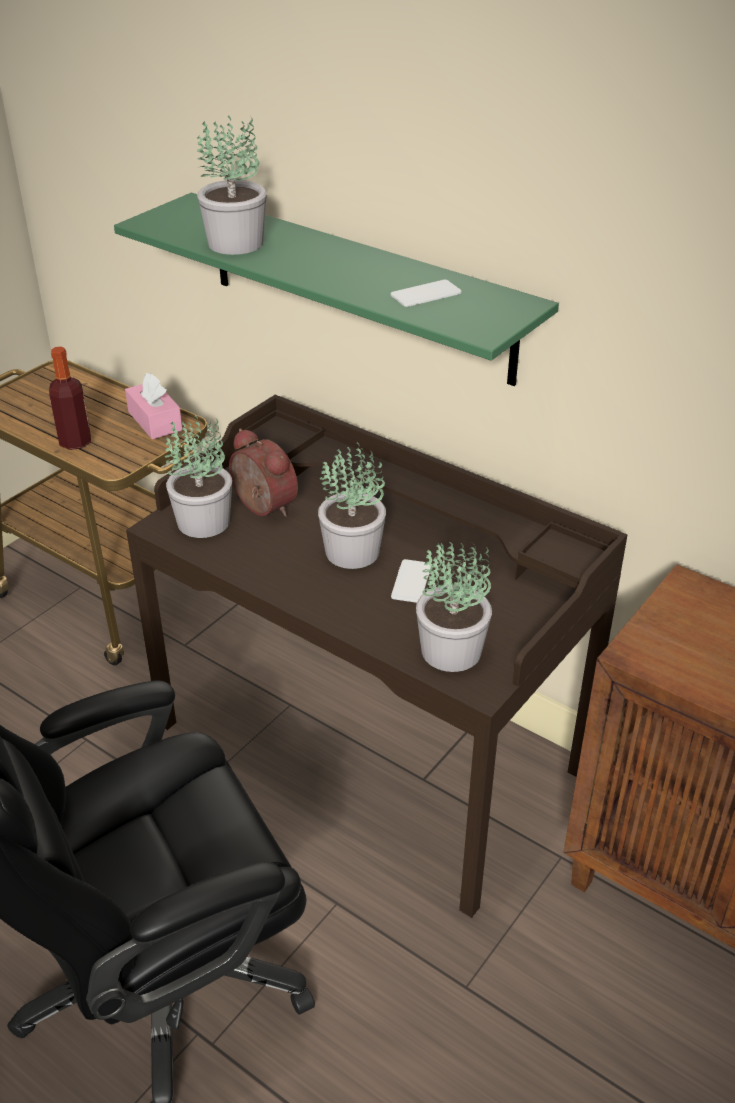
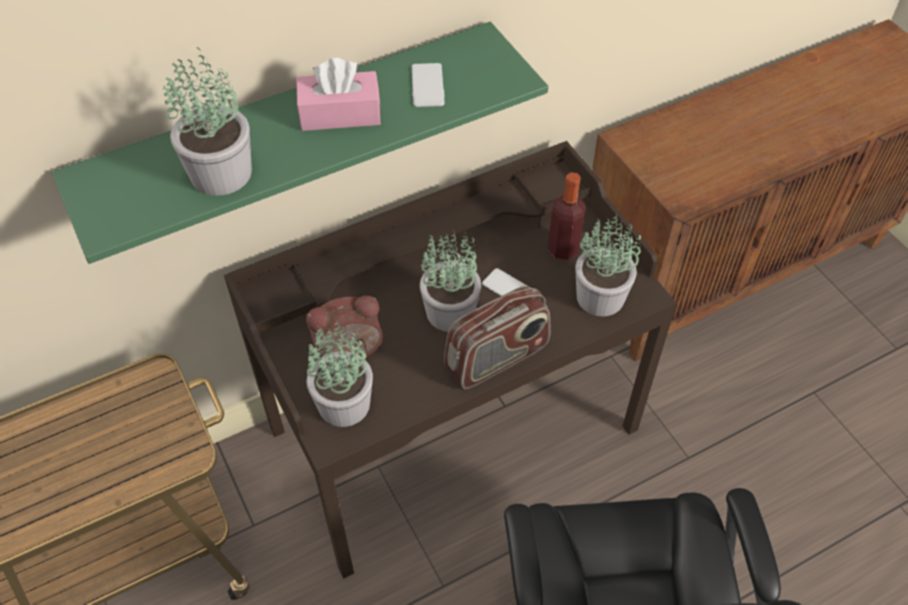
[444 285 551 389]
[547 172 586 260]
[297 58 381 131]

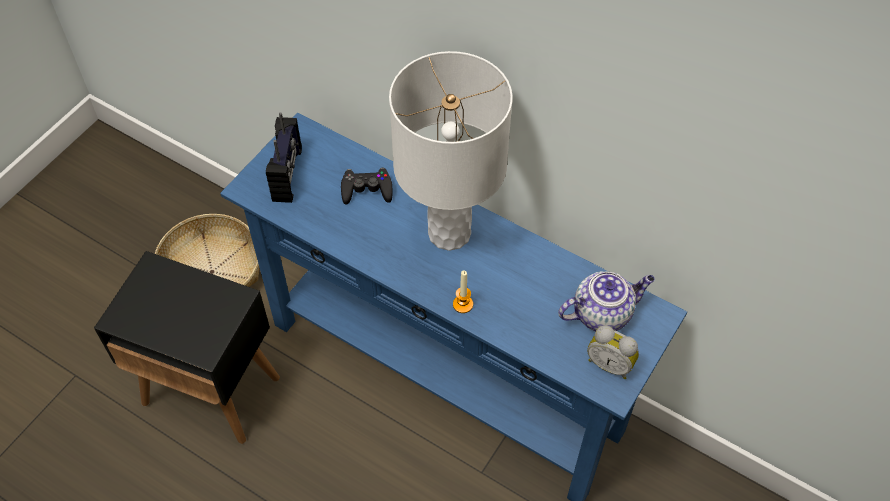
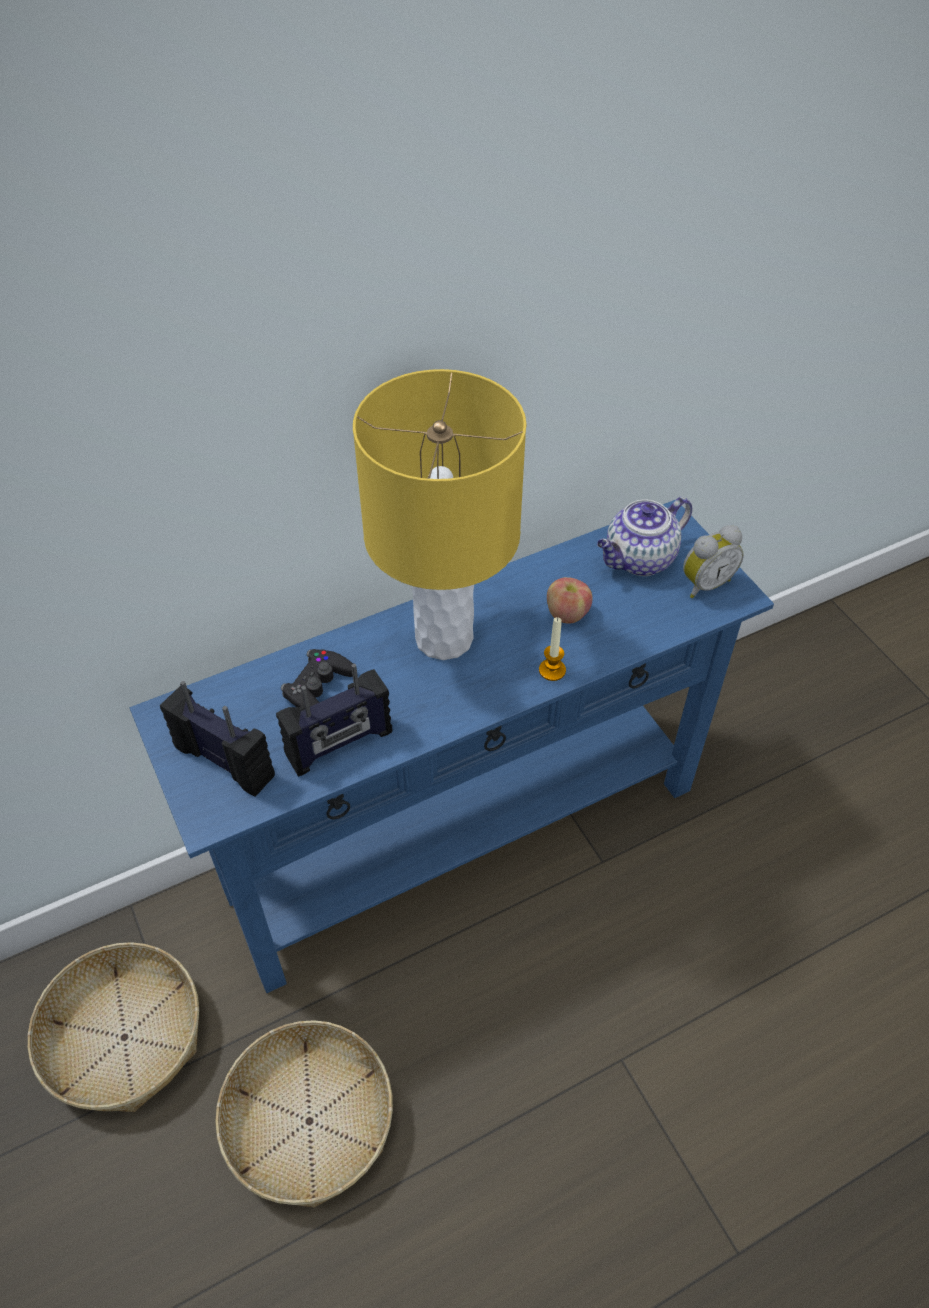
[276 663 392 777]
[547 577 593 624]
[215 1020 393 1208]
[353 369 526 660]
[597 497 692 576]

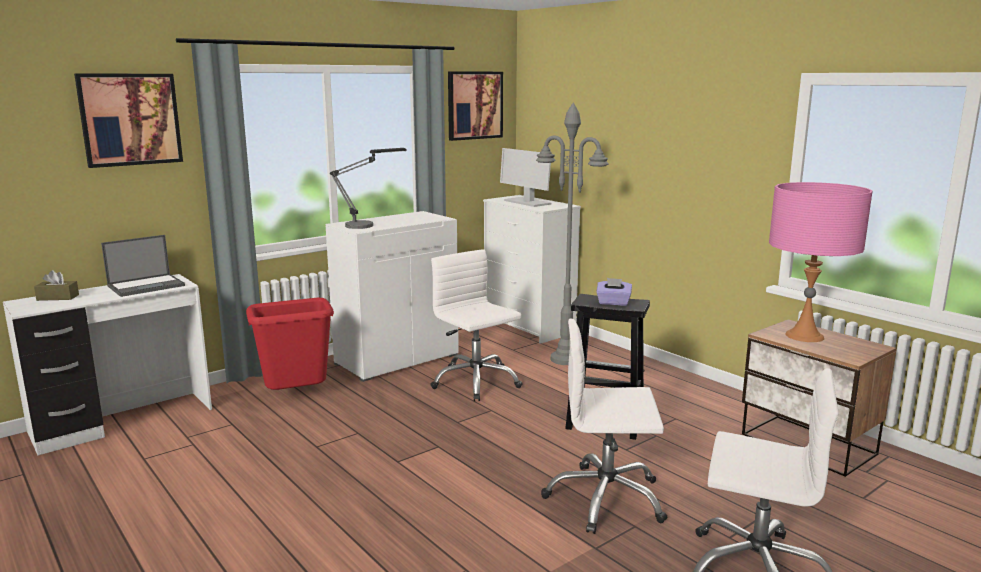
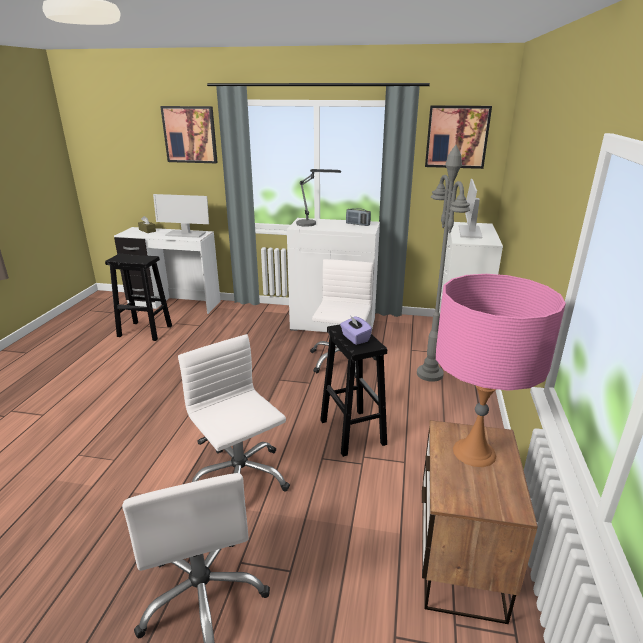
[246 298 334 390] (first image)
[105 253 172 341]
[346 208 371 226]
[153 194 209 238]

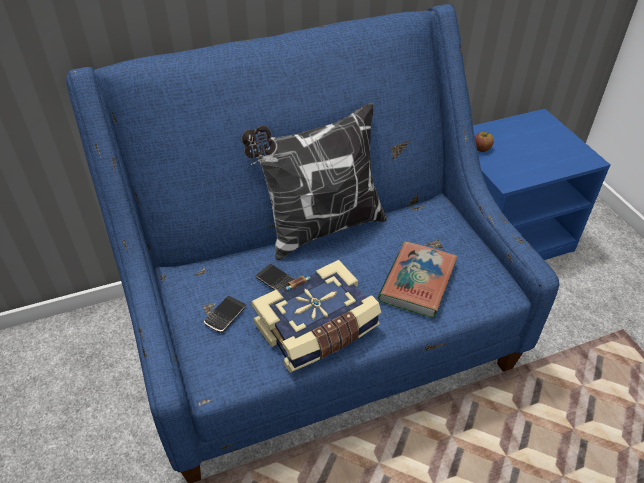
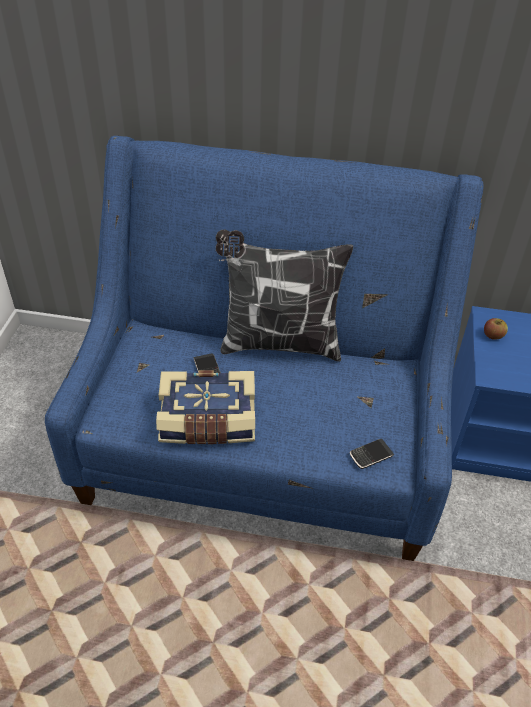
[378 241 458 318] (first image)
[350 439 394 469]

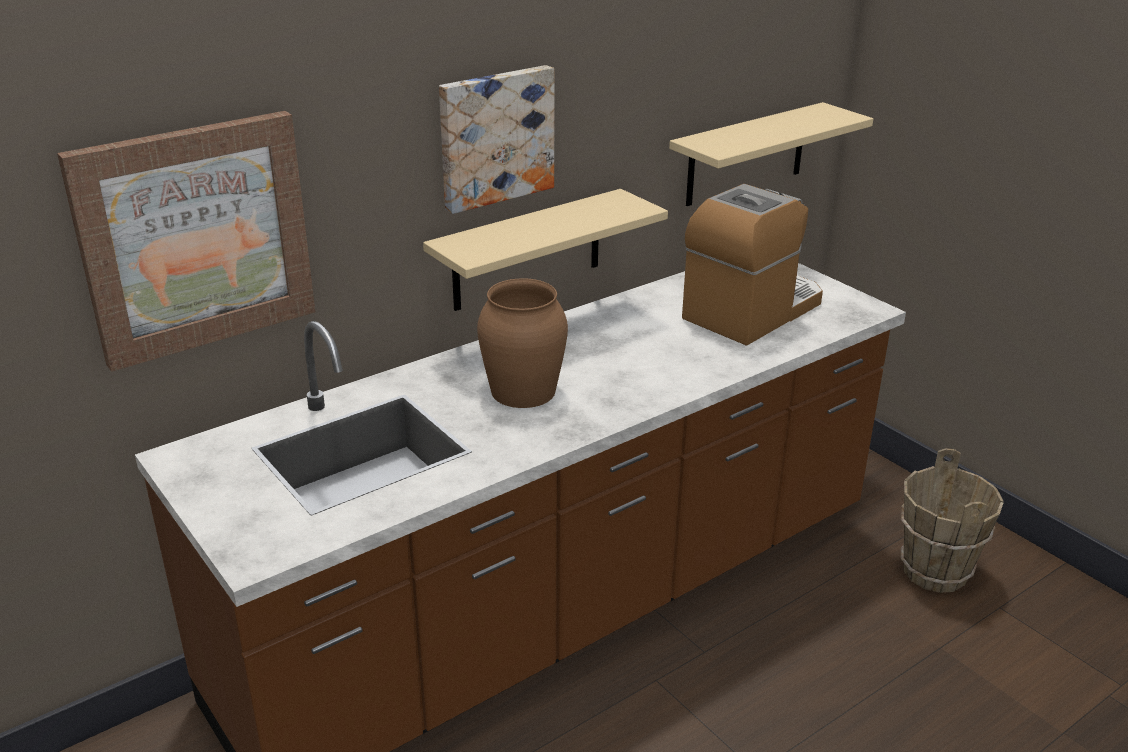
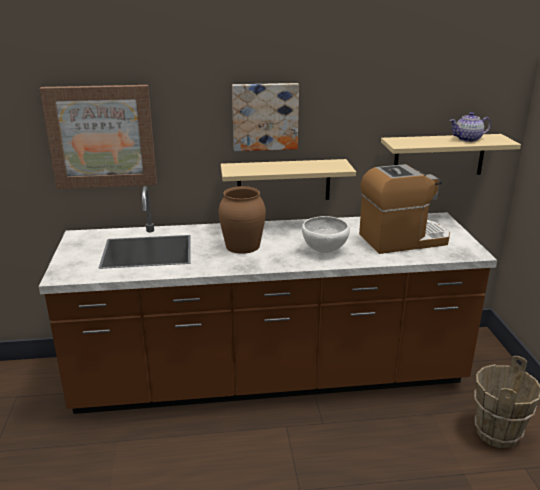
[302 216 350 253]
[449 112 491 142]

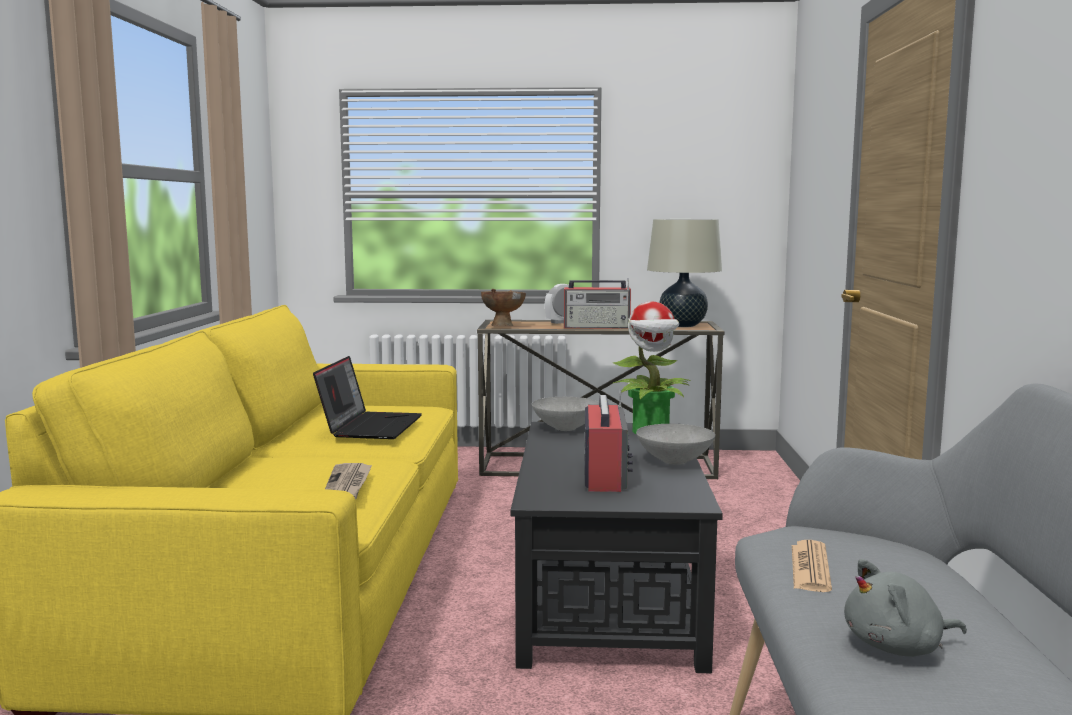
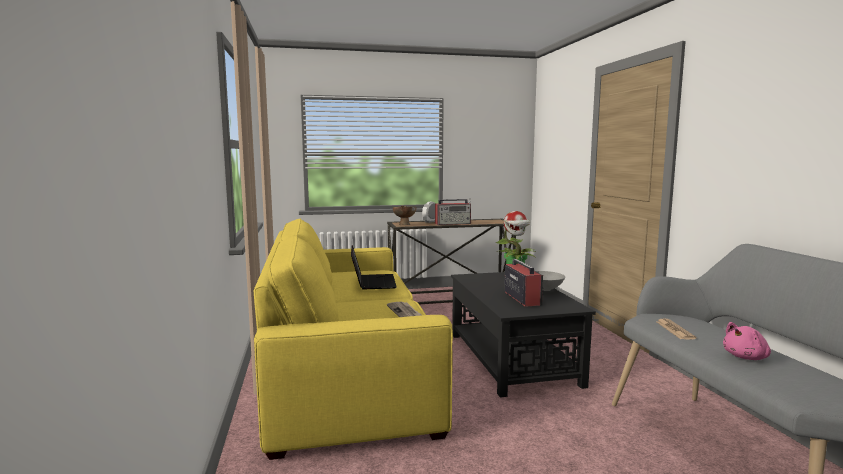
[532 397 599 431] (first image)
[647 219 722 327] (first image)
[723 322 771 360]

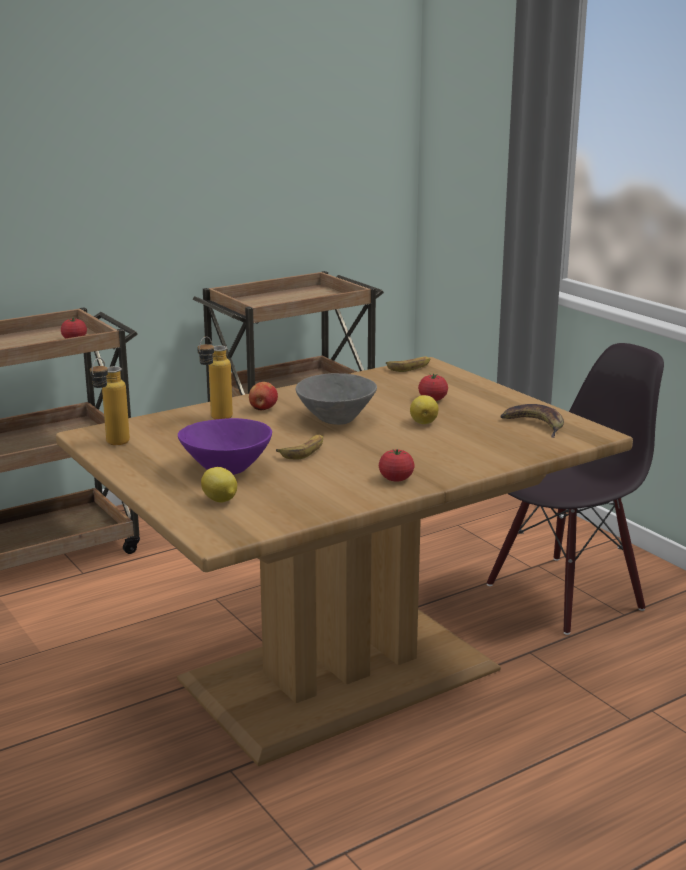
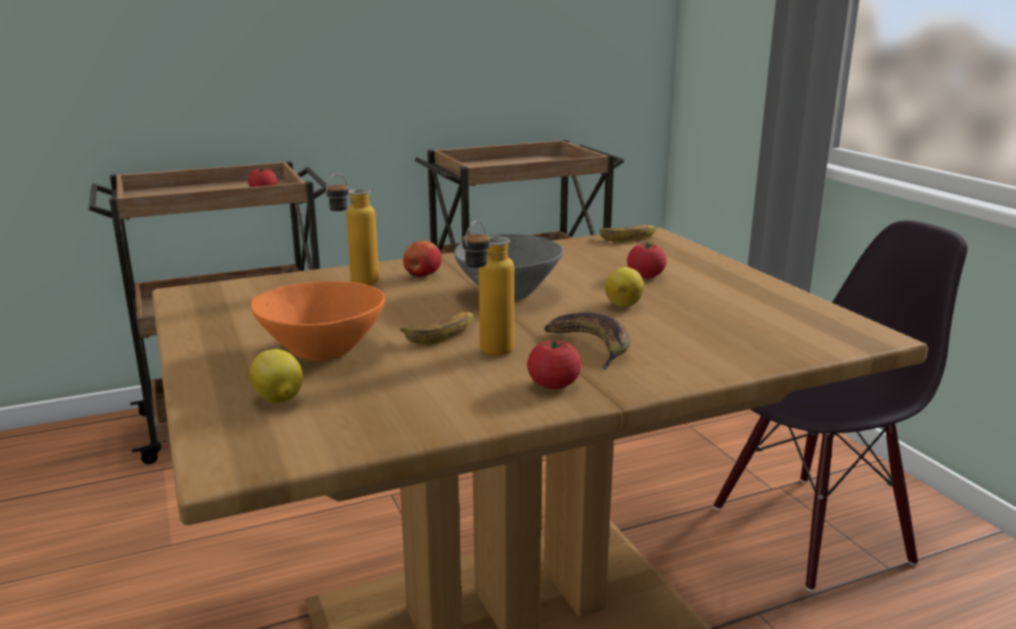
[462 221 514 356]
[544 313 630 369]
[250 281 385 361]

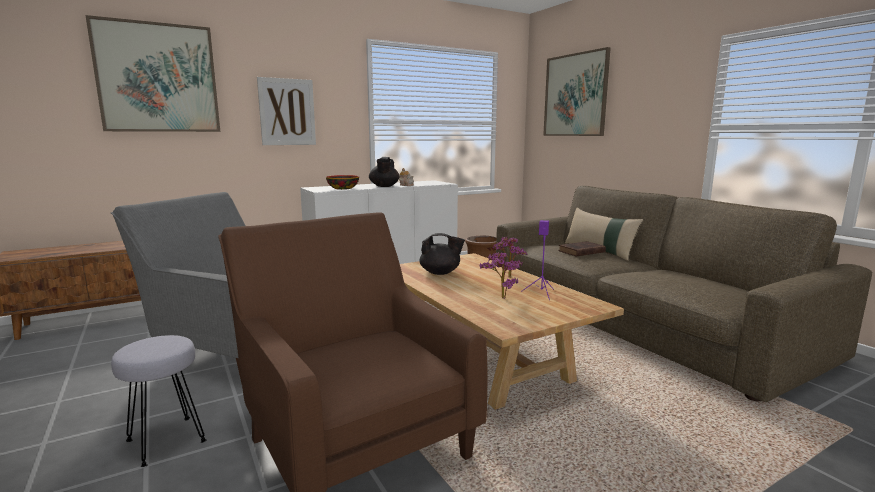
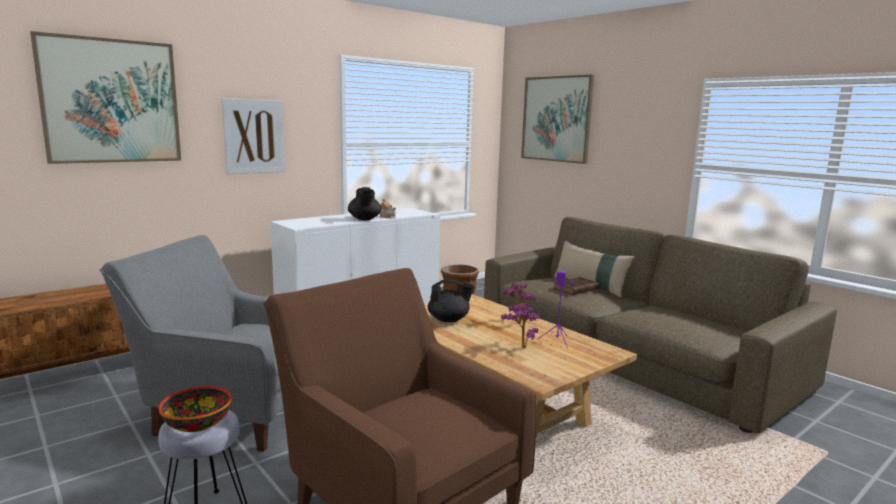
[158 386 232 432]

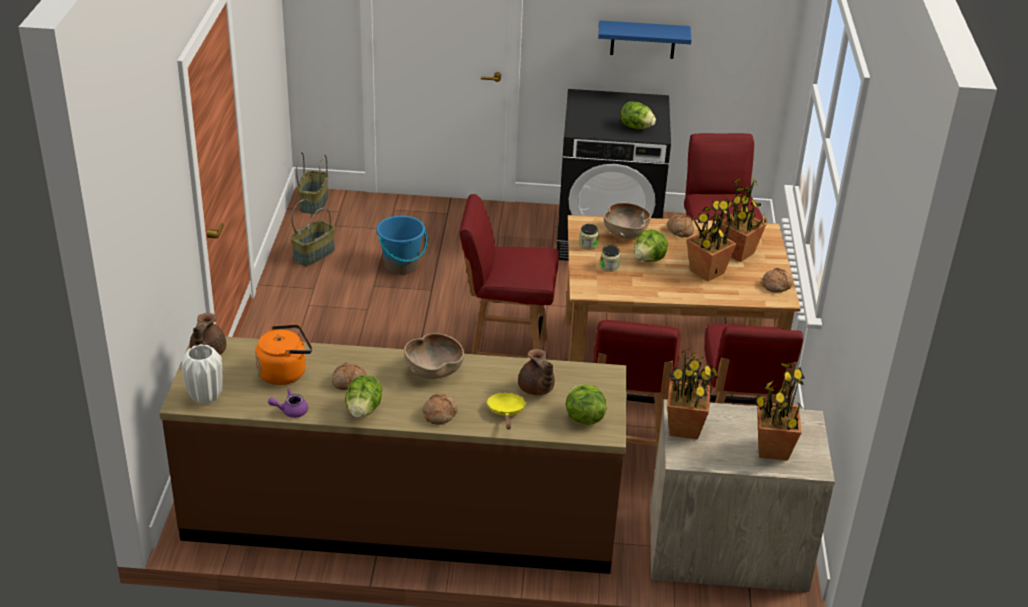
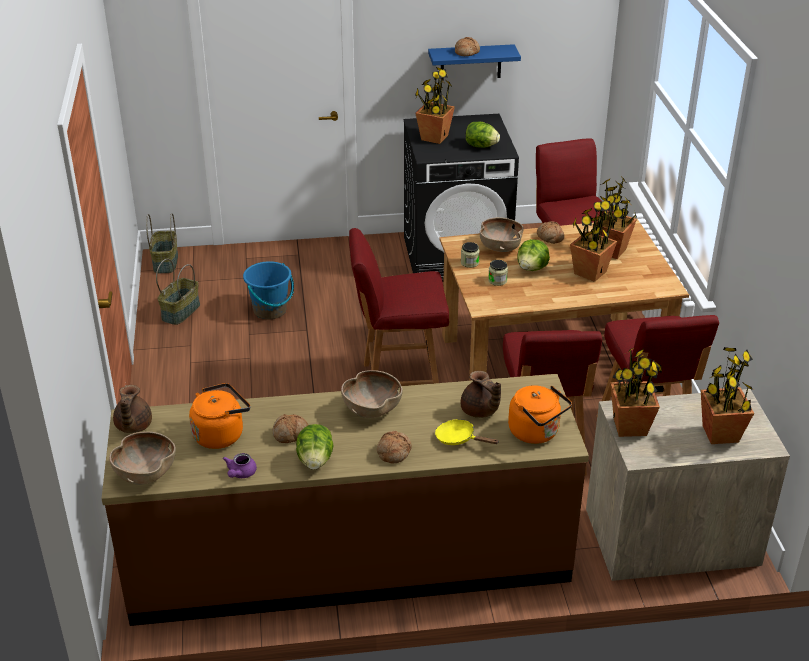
[415 67 455 144]
[455 37 480 56]
[109 431 176 485]
[508 385 572 444]
[223 453 257 478]
[435 419 499 445]

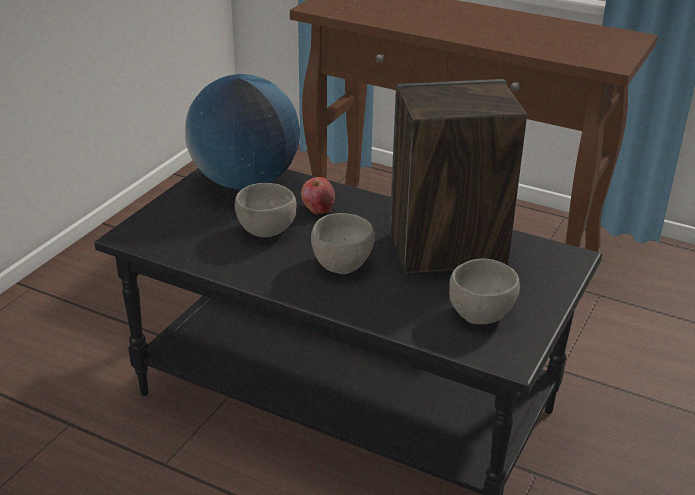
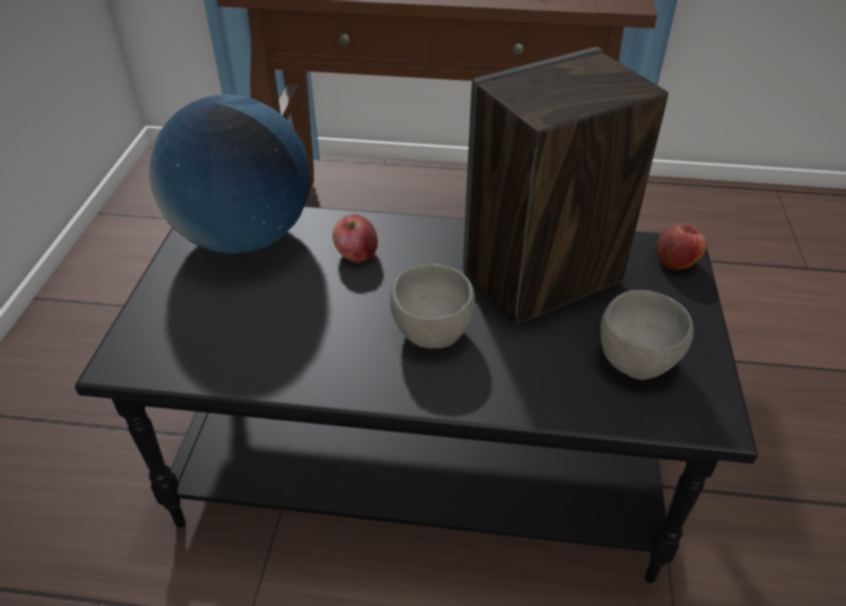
[235 183 296 237] (first image)
[656 224 706 270]

